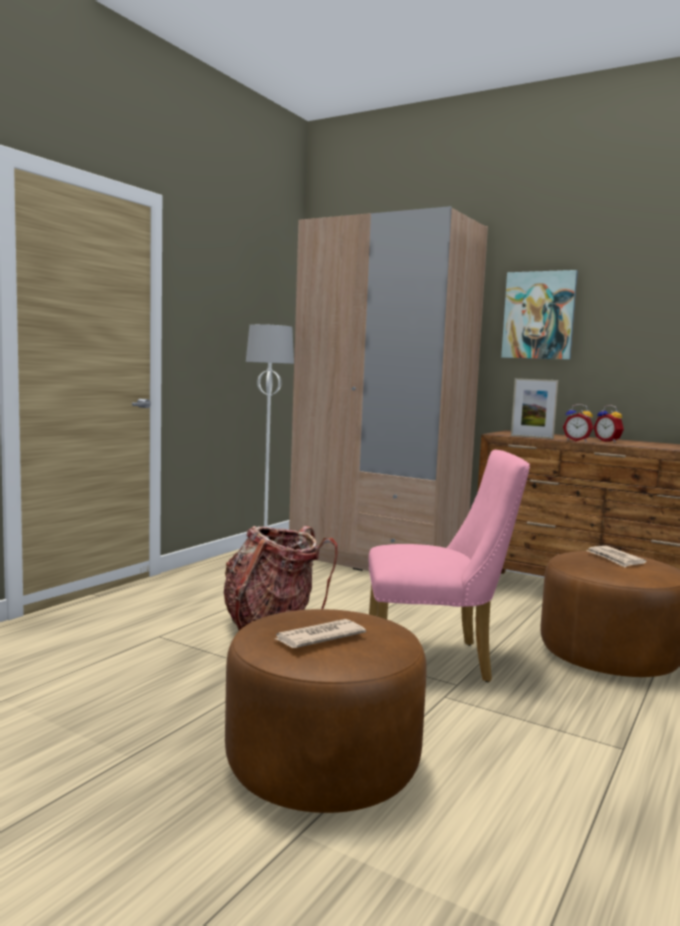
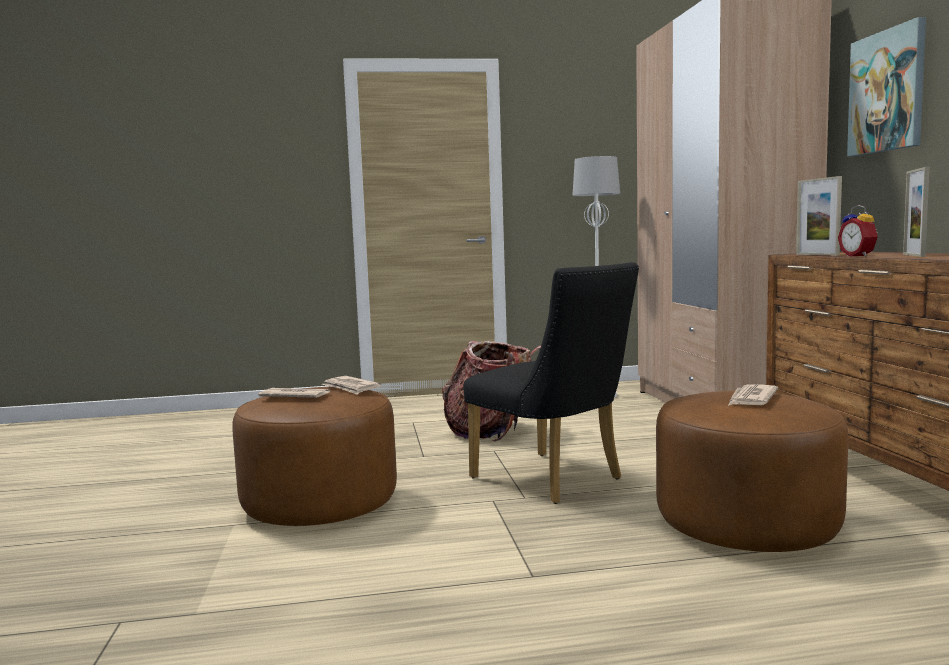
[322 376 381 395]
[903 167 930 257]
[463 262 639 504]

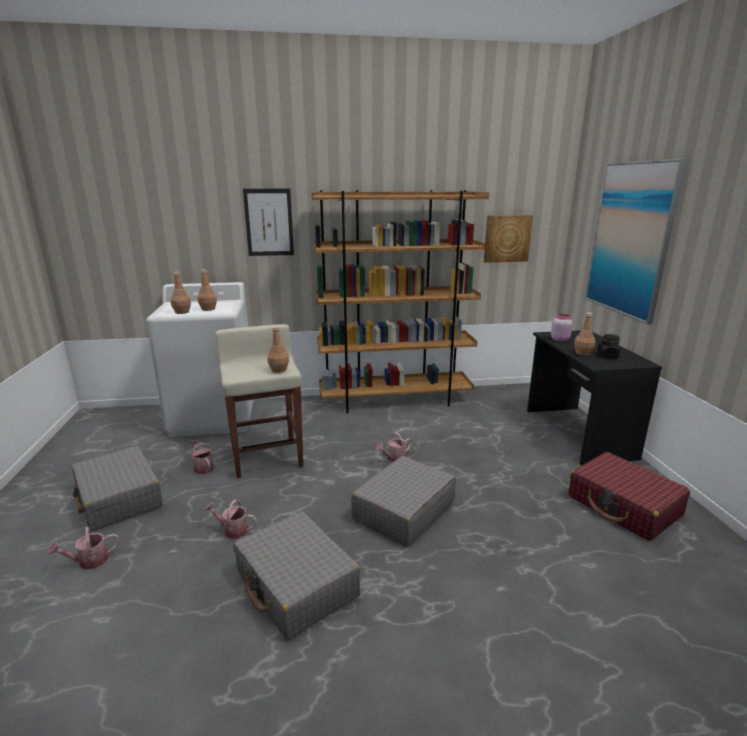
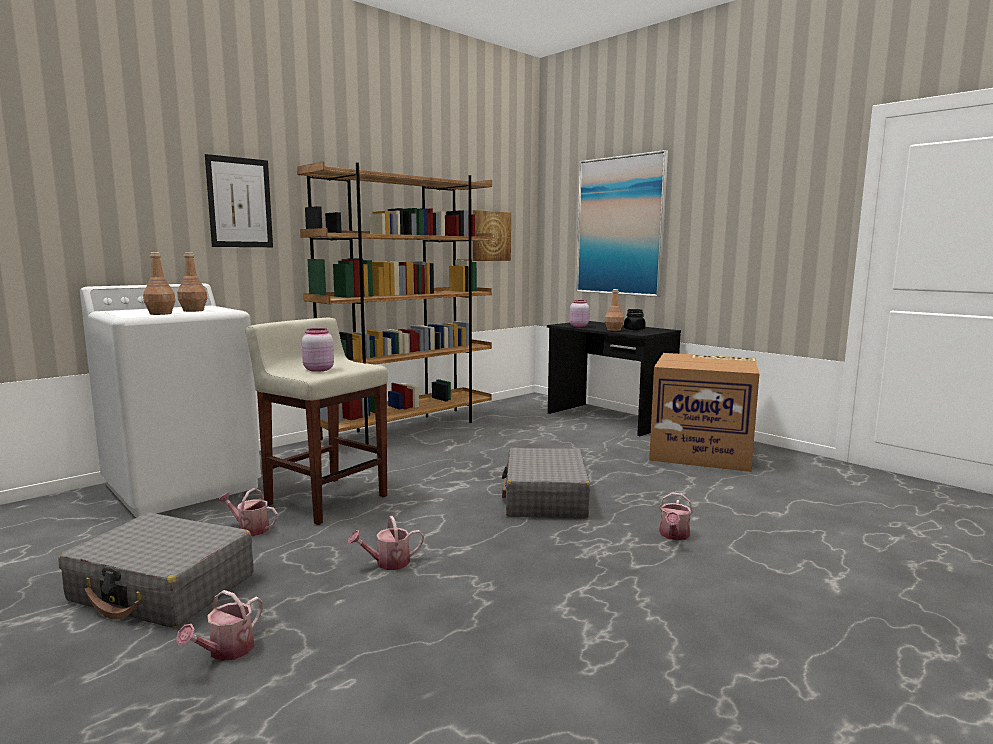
[233 511 360 640] (first image)
[267 326 289 373] (first image)
[302 328 334 372]
[659 492 693 541]
[649 353 759 472]

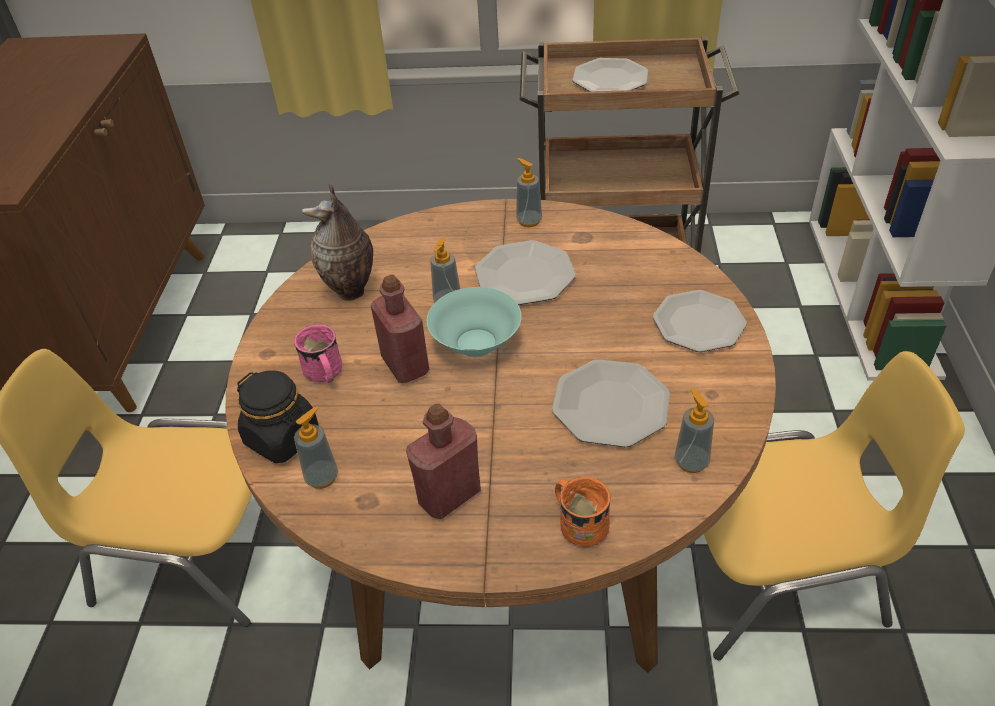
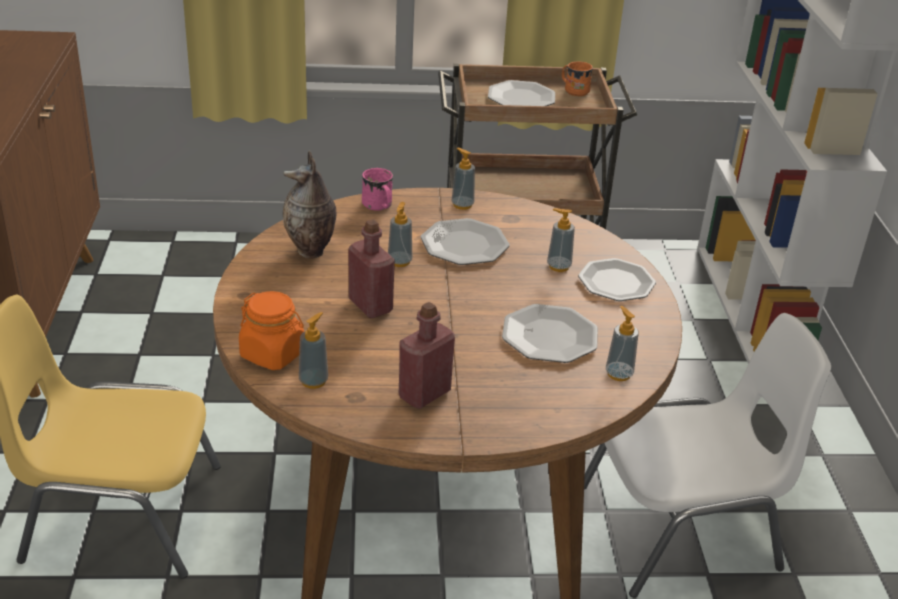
[427 287 521 357] (first image)
[547 208 575 272]
[362 168 393 211]
[562 62 593 96]
[239 291 304 370]
[584 313 831 598]

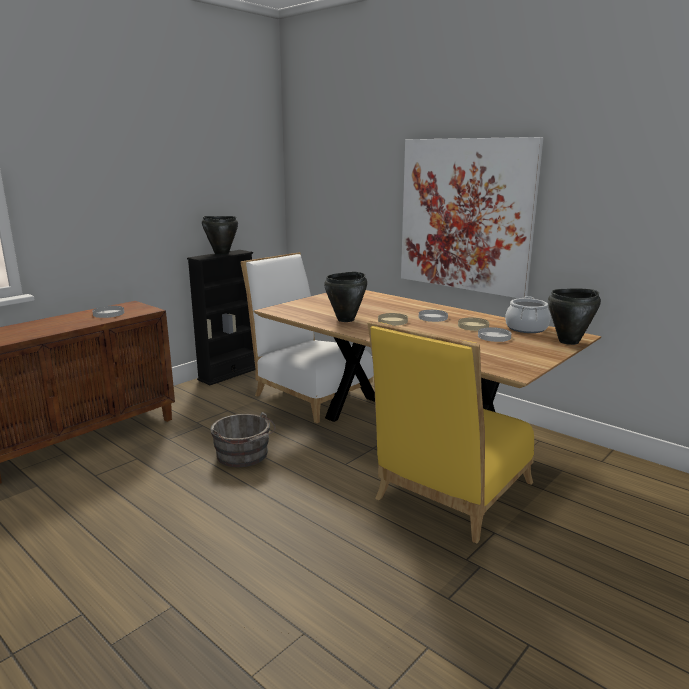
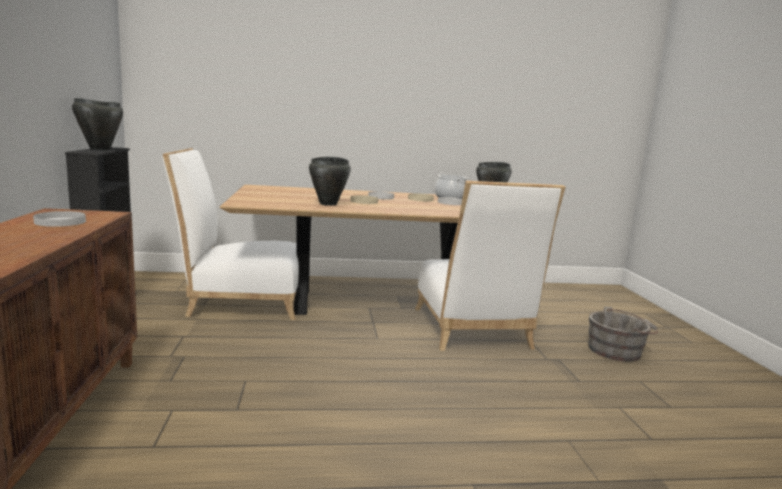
[401 137 543 299] (first image)
[588 307 658 362]
[415 181 565 351]

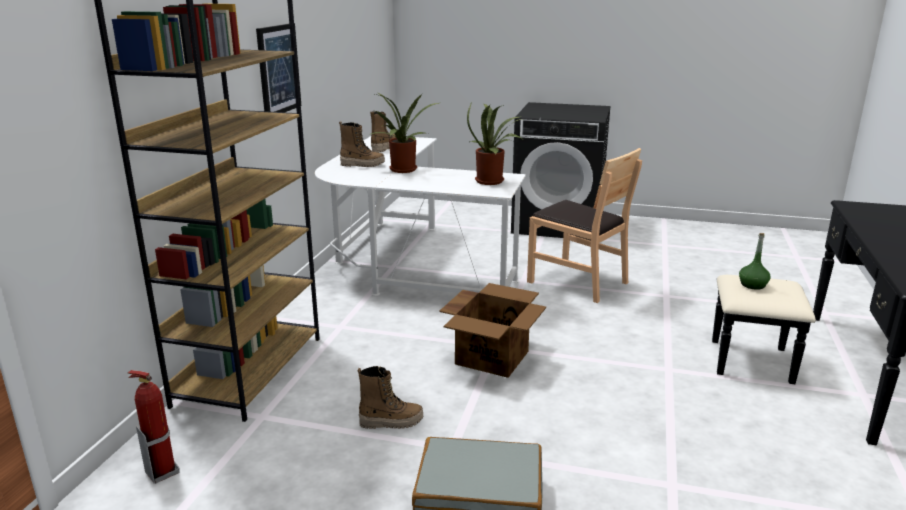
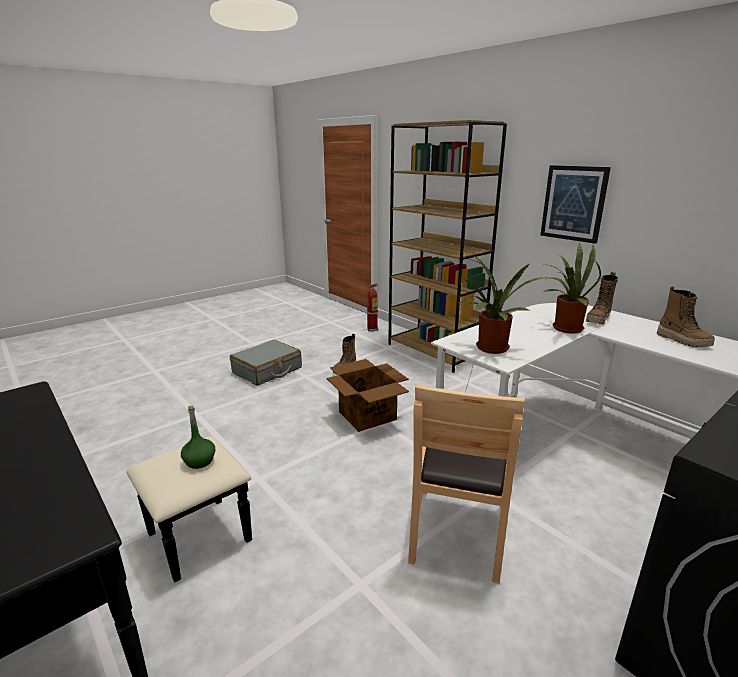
[408 384 525 584]

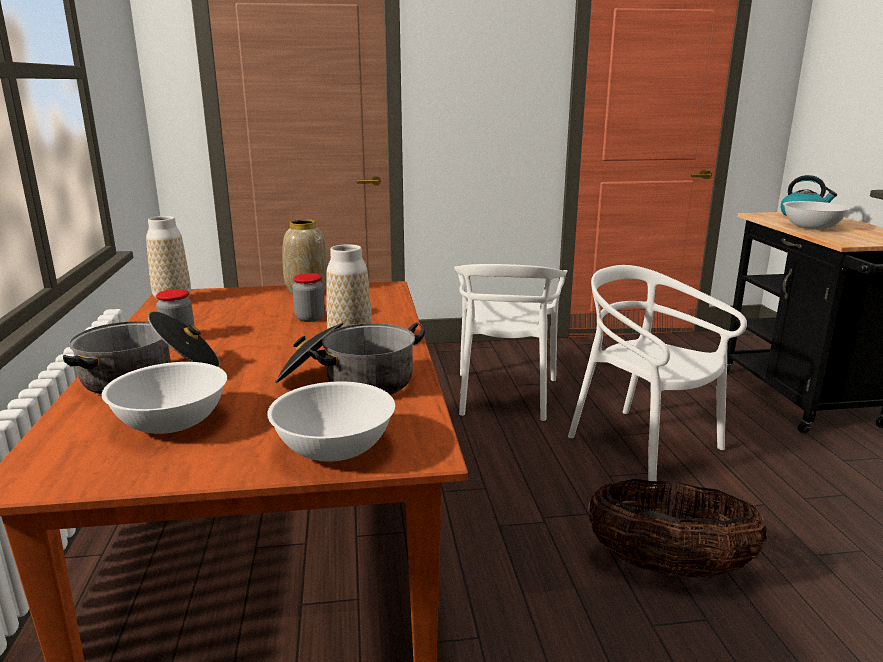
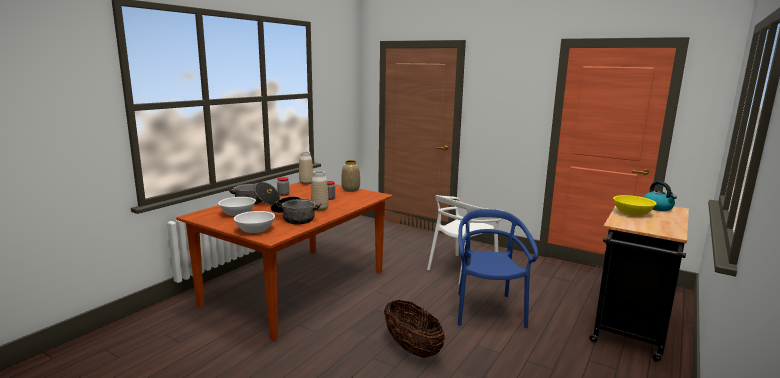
[458 209 538 328]
[613 195 657 216]

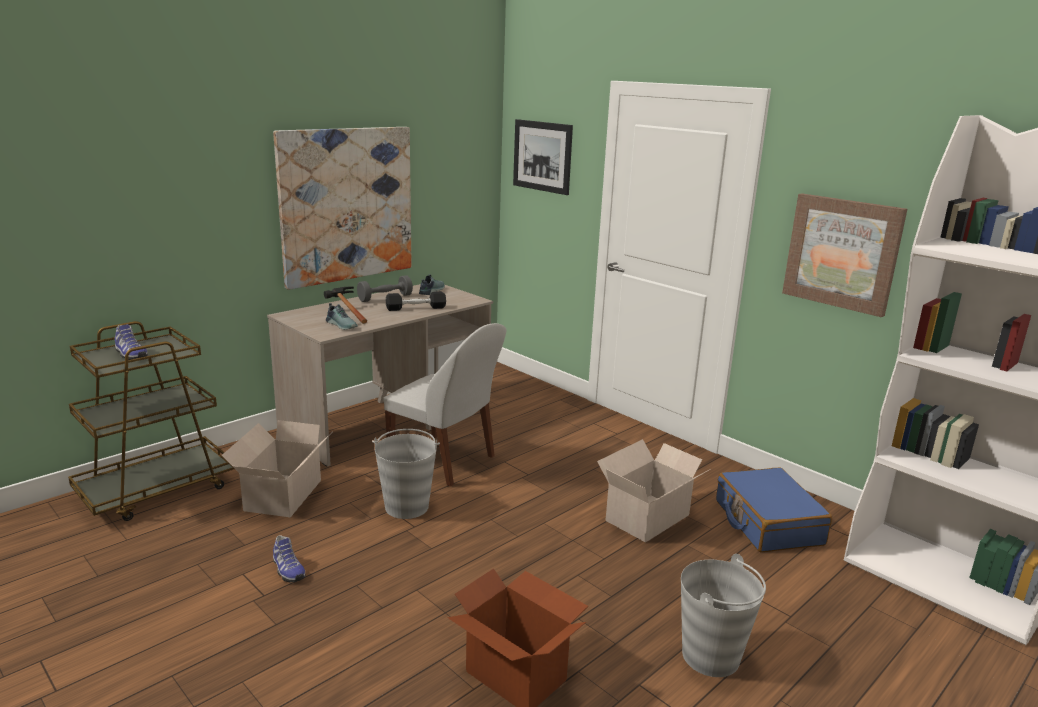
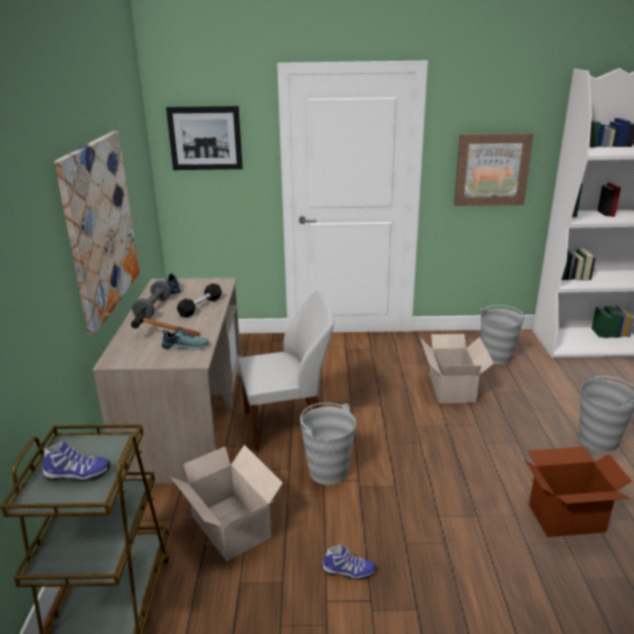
[480 305 526 365]

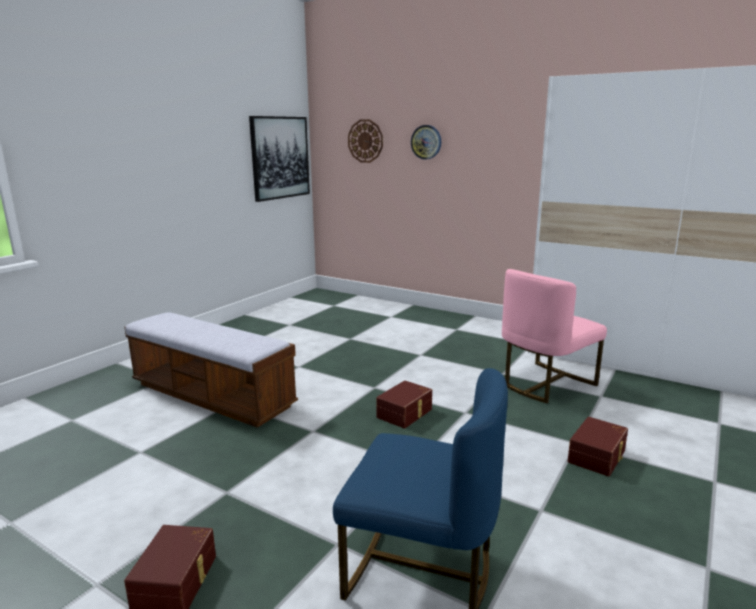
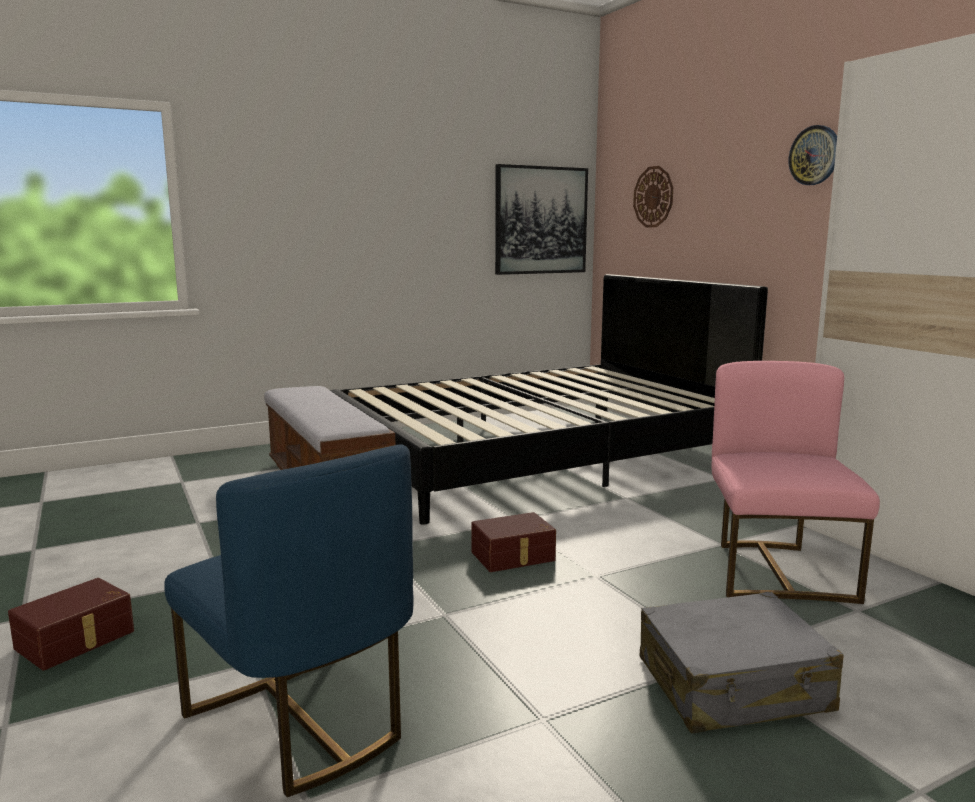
[330 274 768 525]
[789 125 837 185]
[639 592 844 733]
[712 361 880 604]

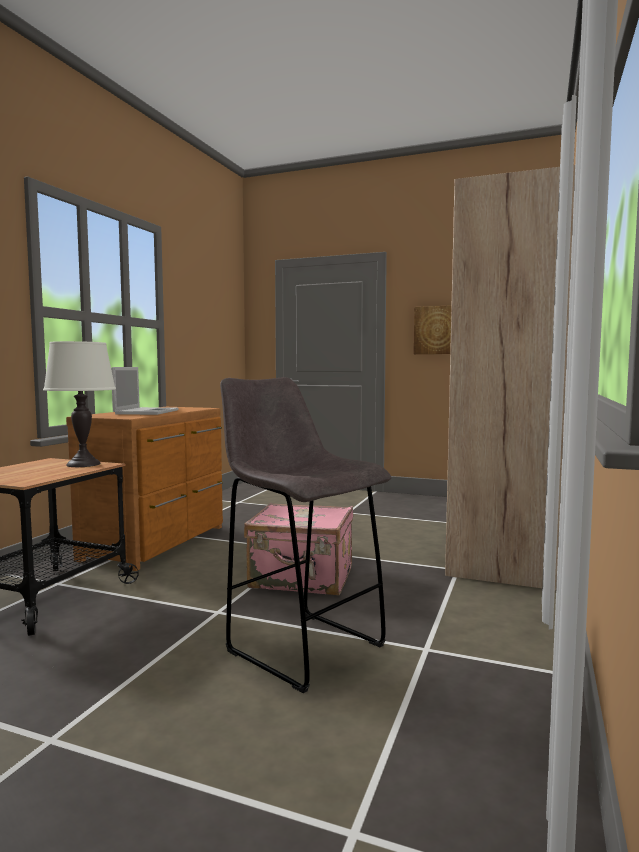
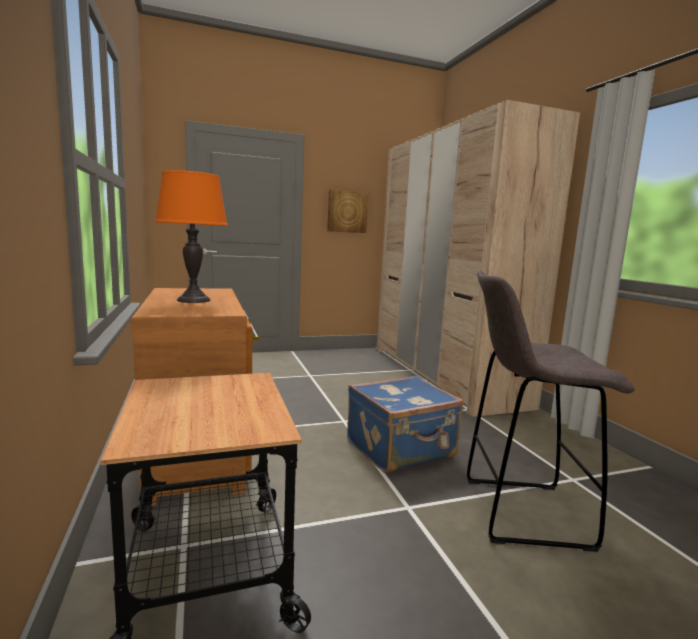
[43 341 116 467] (first image)
[155 170 228 303]
[347 376 463 473]

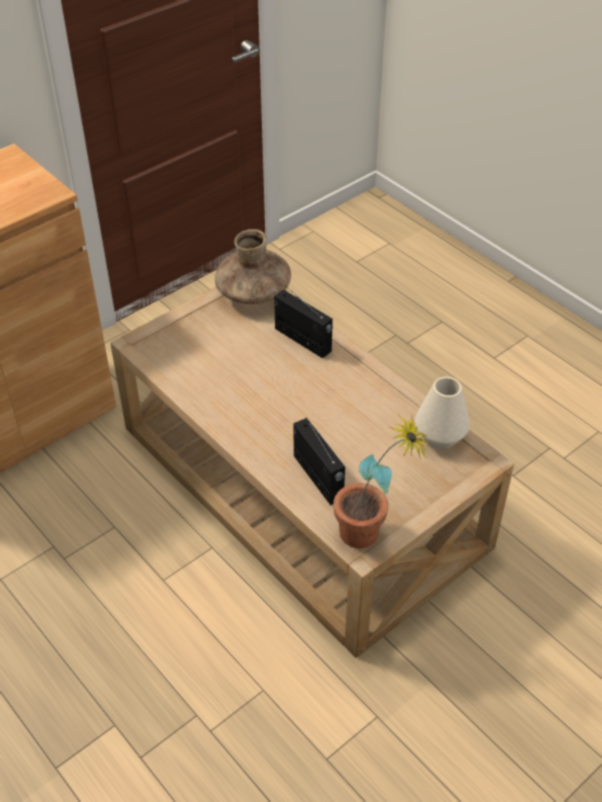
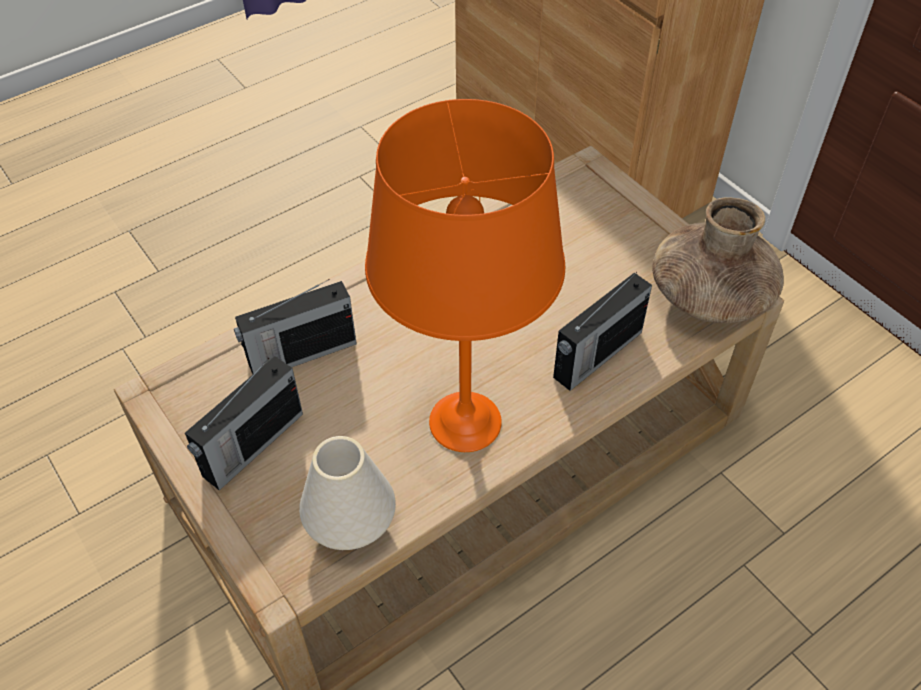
[333 414 428 548] (first image)
[185 356 303 490]
[365 99 565 452]

